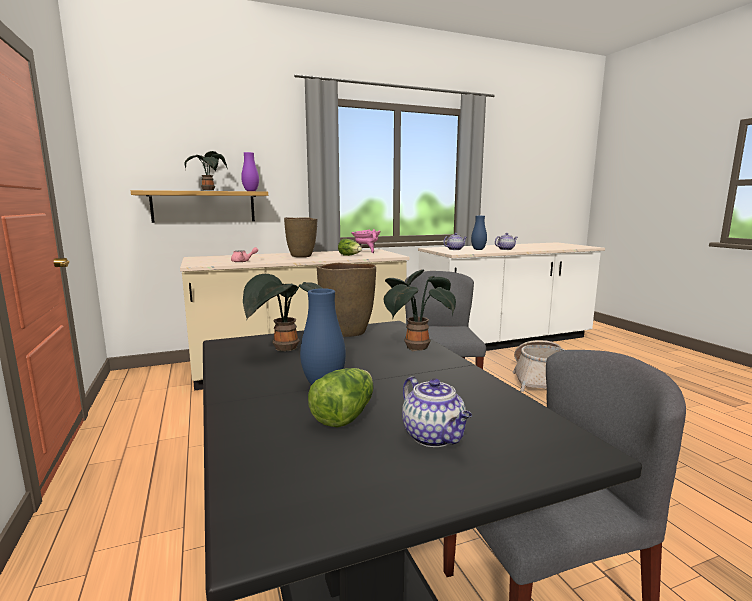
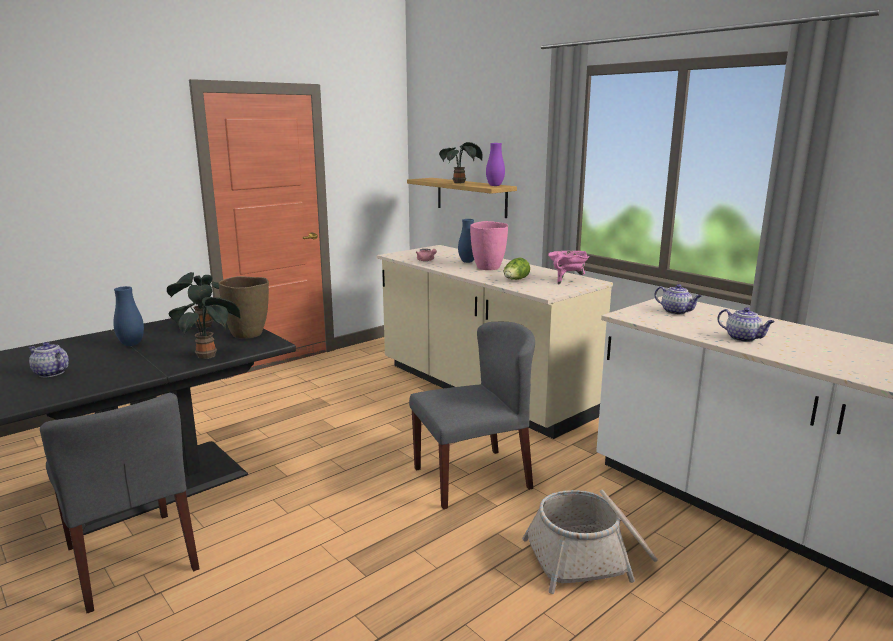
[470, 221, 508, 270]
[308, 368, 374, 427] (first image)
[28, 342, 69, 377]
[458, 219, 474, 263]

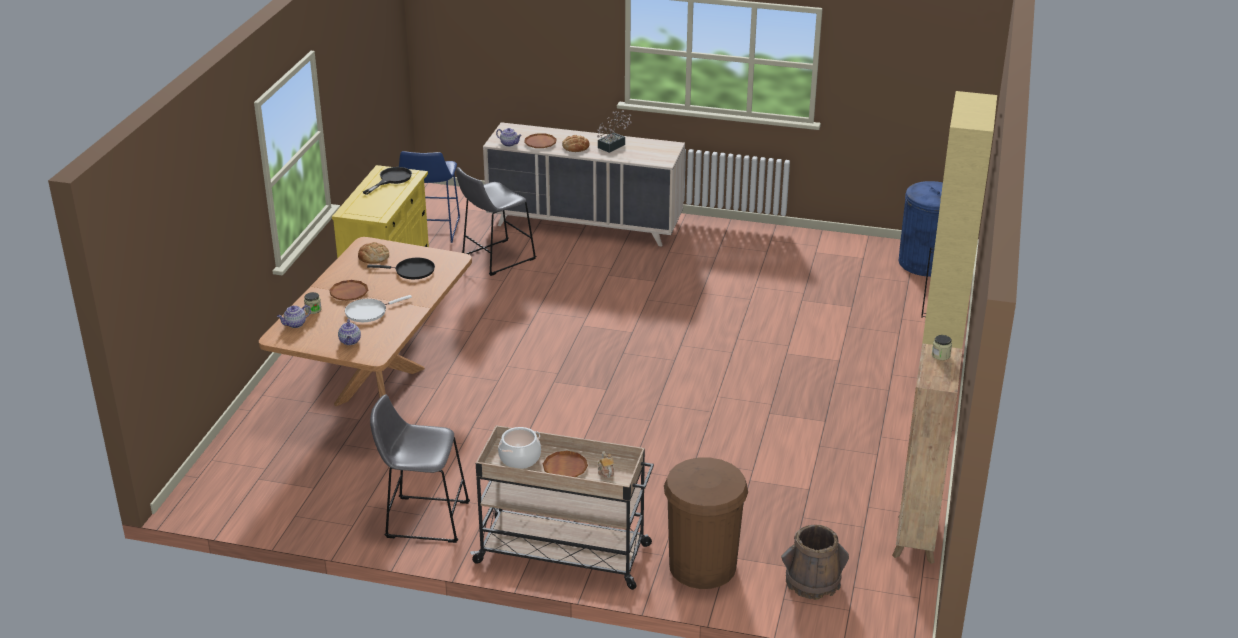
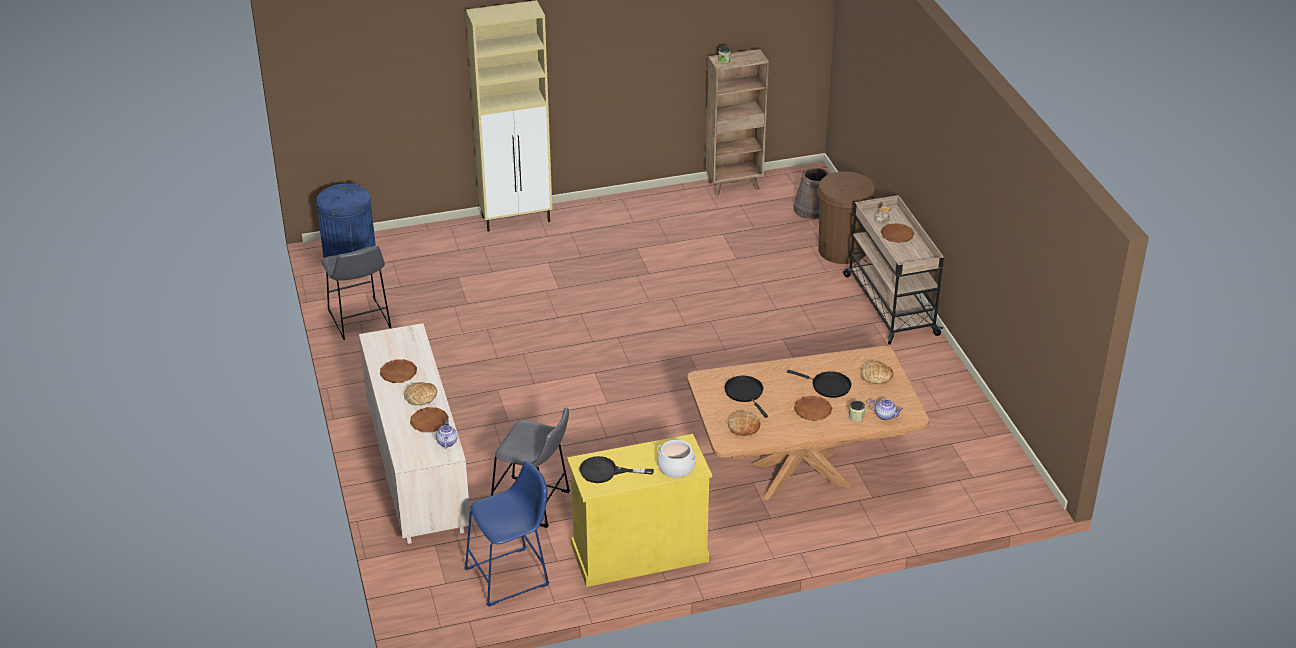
[861, 361, 893, 384]
[787, 369, 852, 398]
[322, 246, 391, 340]
[657, 440, 696, 478]
[380, 359, 417, 383]

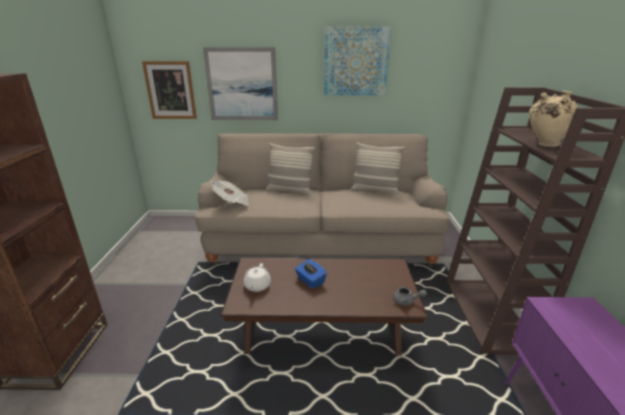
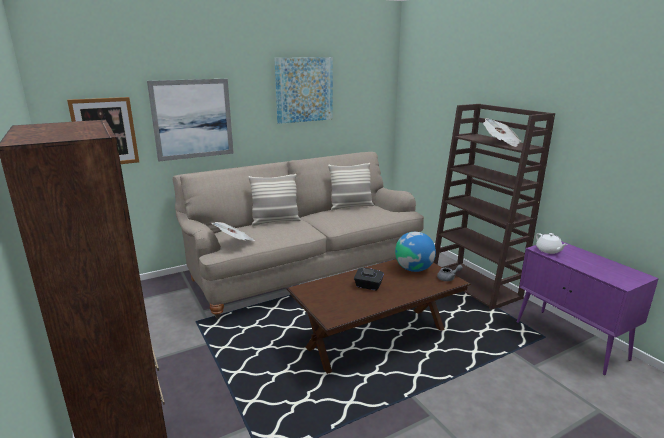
[536, 233, 568, 254]
[354, 268, 384, 291]
[483, 118, 521, 147]
[395, 232, 436, 272]

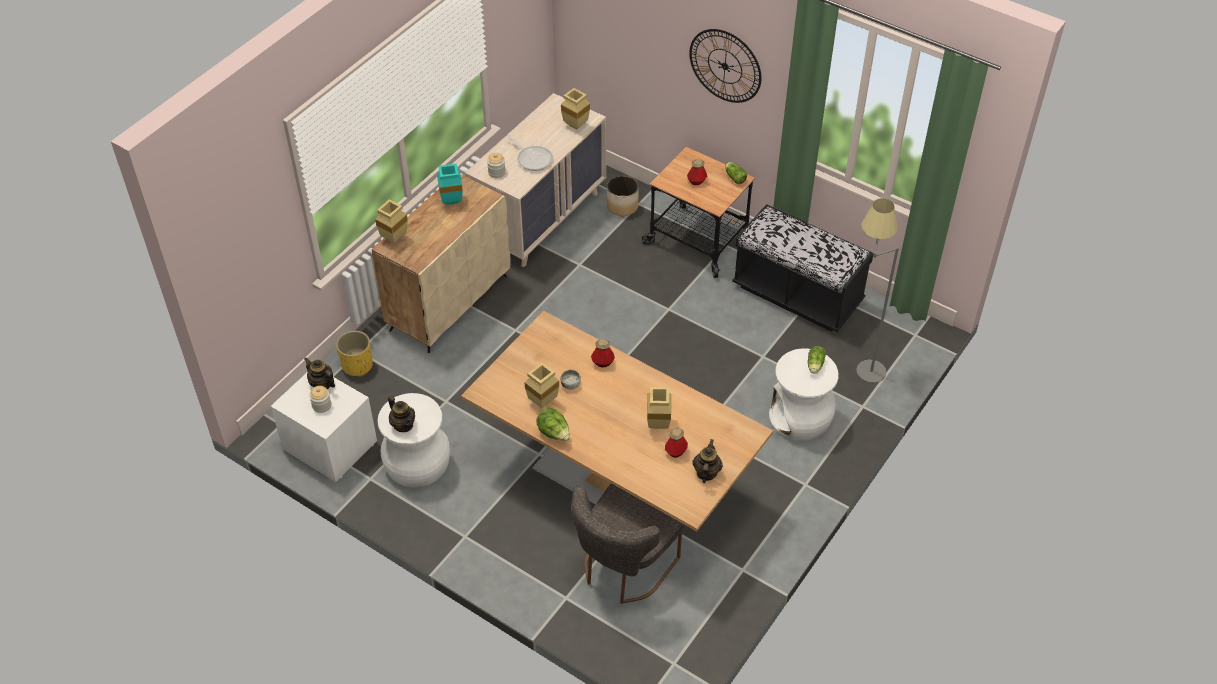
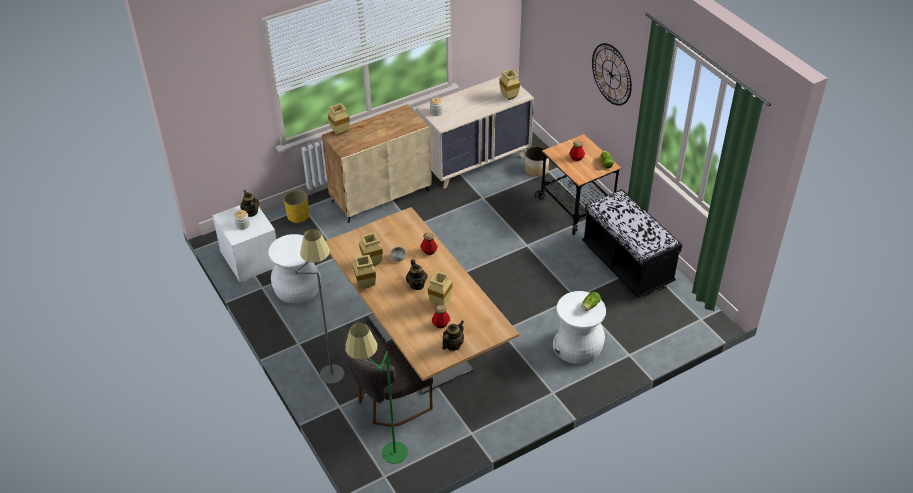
[406, 259, 427, 290]
[437, 164, 463, 205] (first image)
[506, 134, 553, 171] (first image)
[353, 255, 376, 289]
[295, 229, 344, 384]
[345, 323, 408, 464]

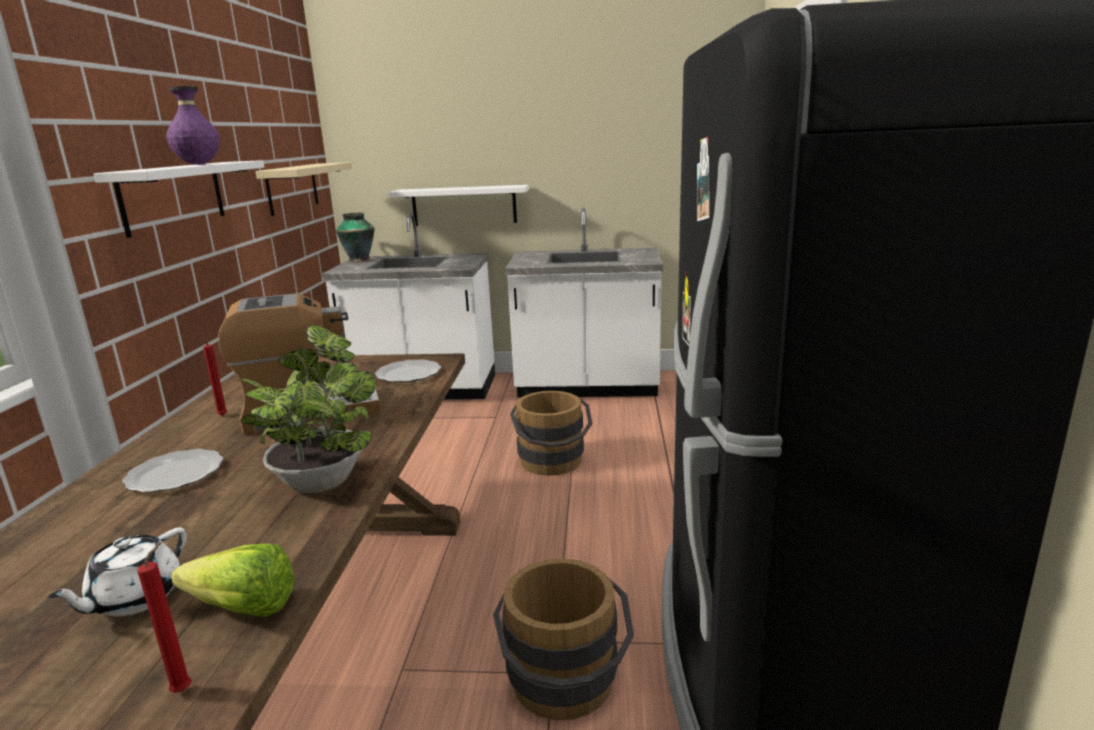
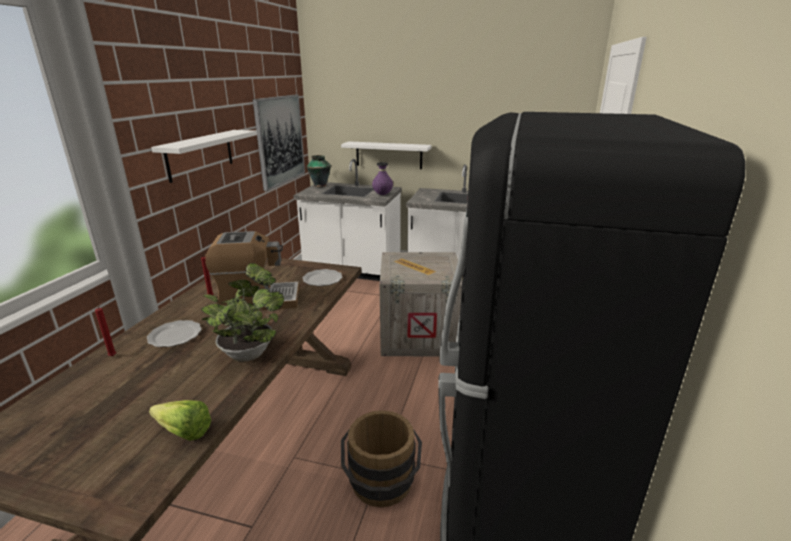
[47, 527, 187, 617] (first image)
[95, 302, 116, 356]
[372, 162, 393, 195]
[253, 95, 305, 191]
[380, 252, 462, 356]

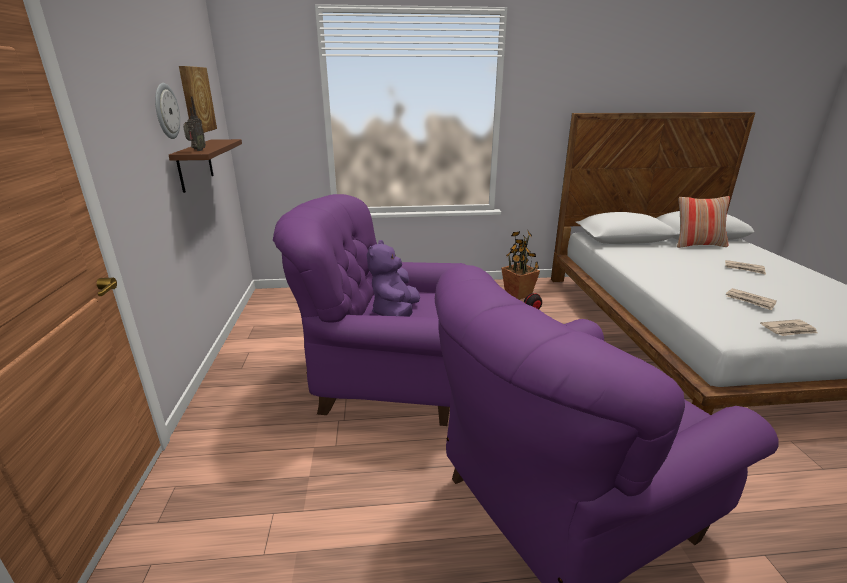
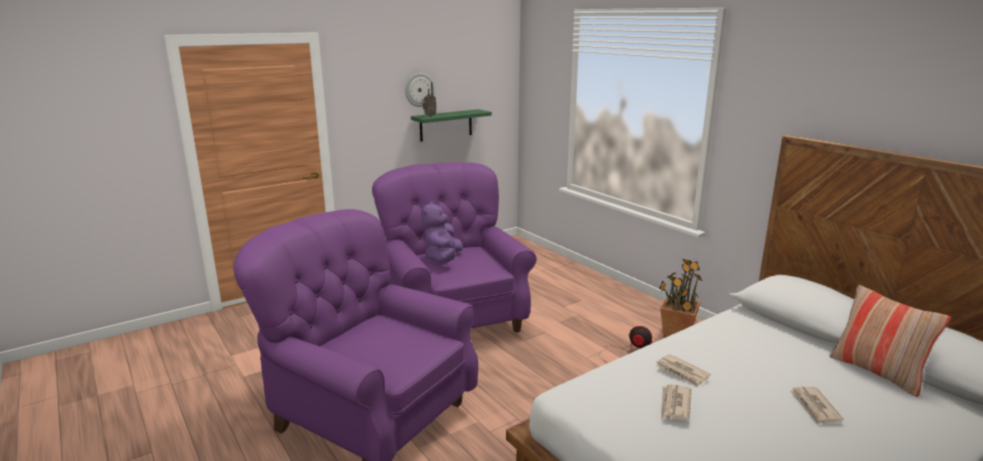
[411, 109, 492, 141]
[179, 66, 217, 133] (first image)
[421, 201, 463, 263]
[656, 354, 710, 387]

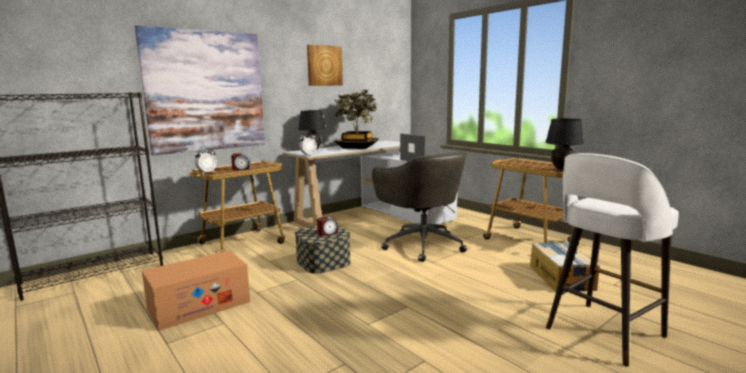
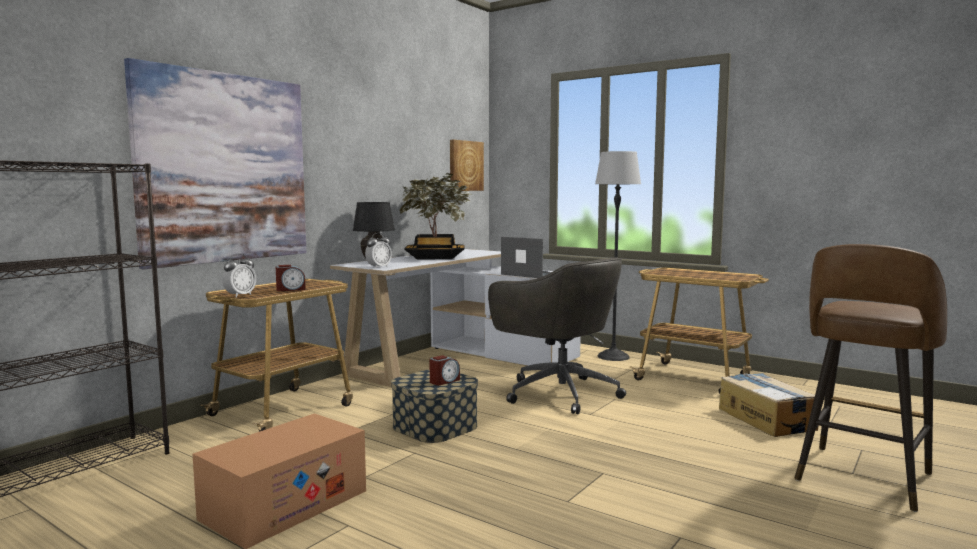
[450, 140, 484, 191]
[545, 118, 584, 170] (first image)
[795, 244, 947, 512]
[595, 151, 641, 361]

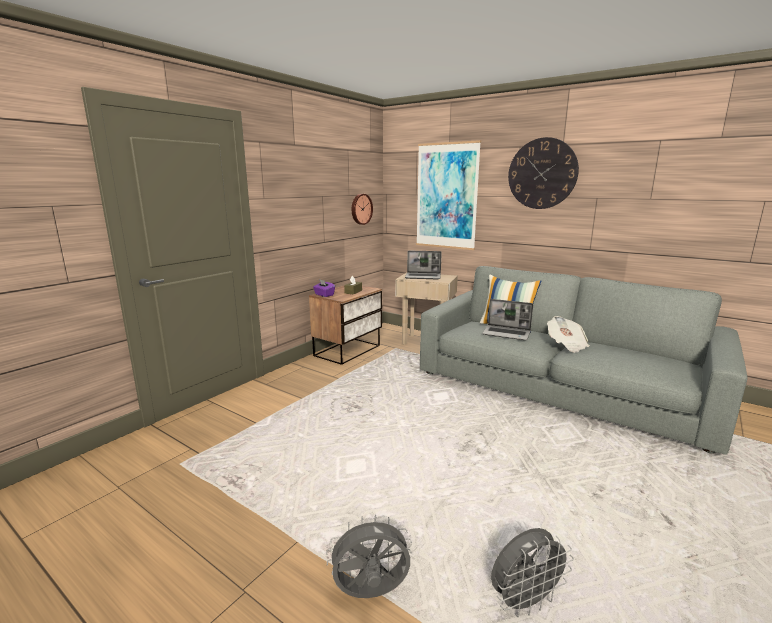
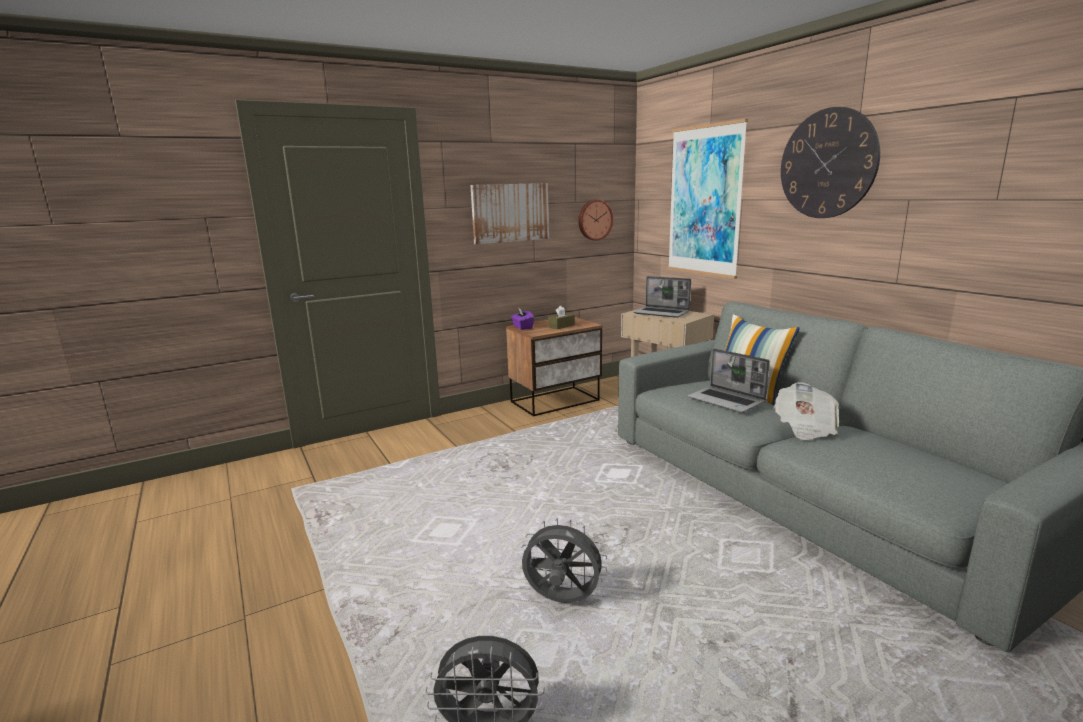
[522, 518, 607, 603]
[470, 183, 549, 244]

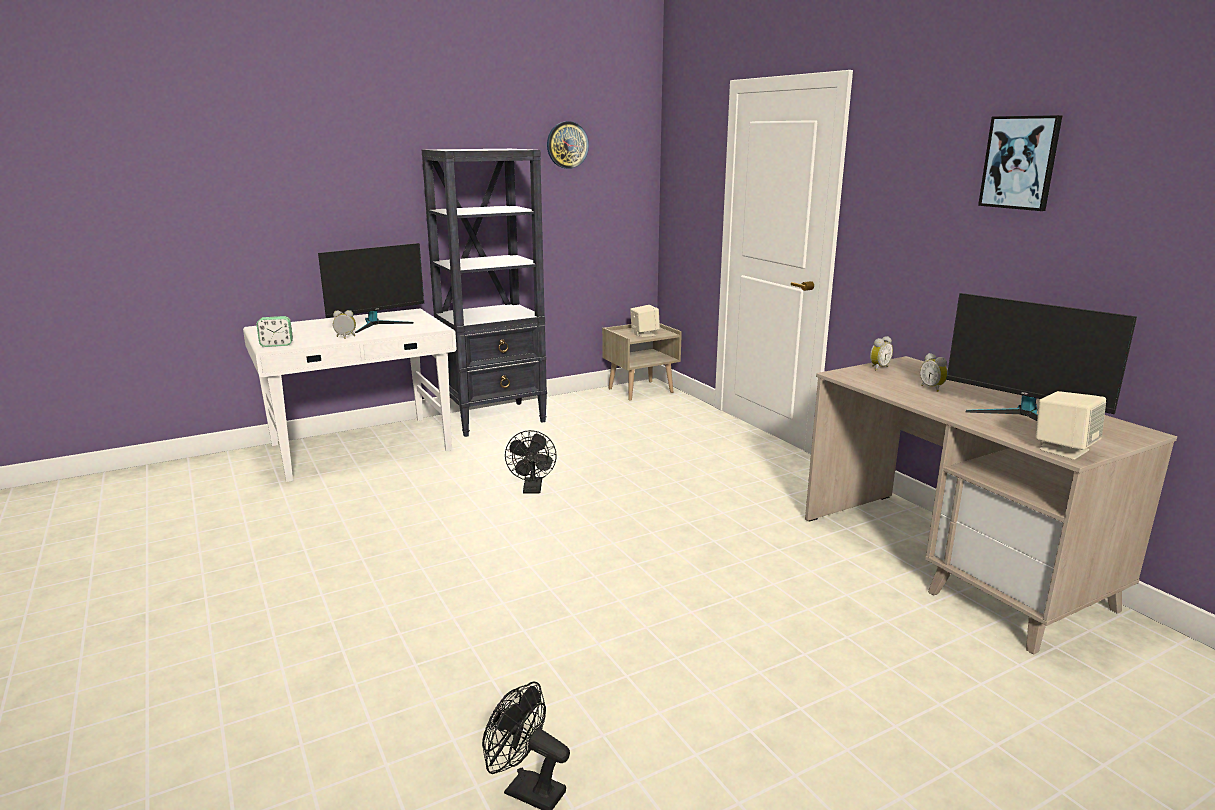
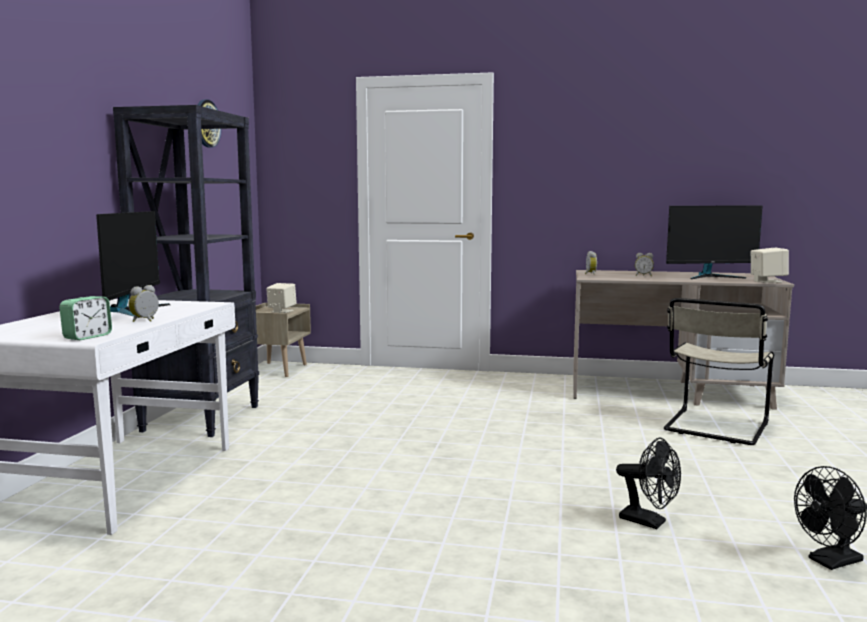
[616, 438, 681, 529]
[978, 115, 1063, 211] (first image)
[664, 298, 775, 445]

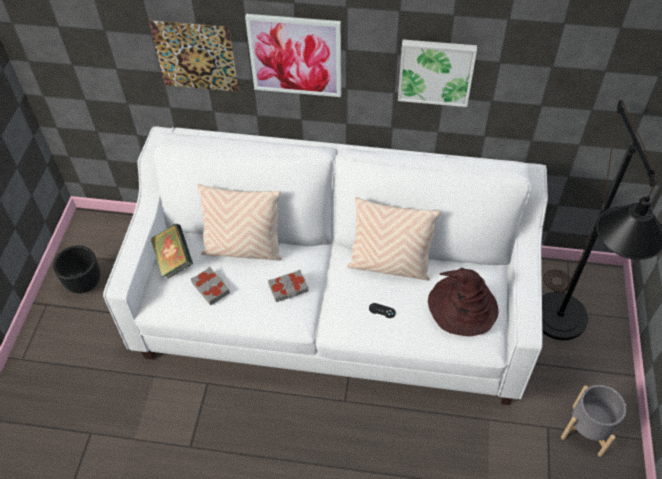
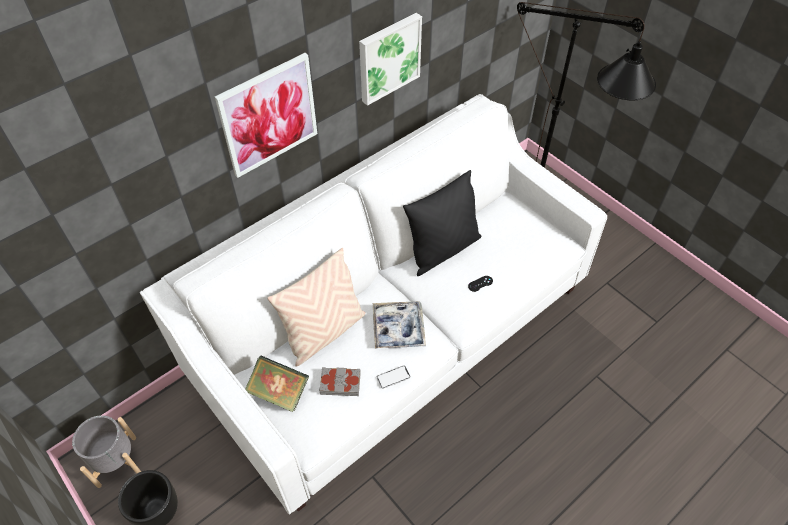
[149, 20, 239, 92] (first image)
[373, 301, 426, 349]
[403, 170, 481, 276]
[428, 268, 498, 336] (first image)
[72, 415, 141, 488]
[377, 366, 411, 389]

